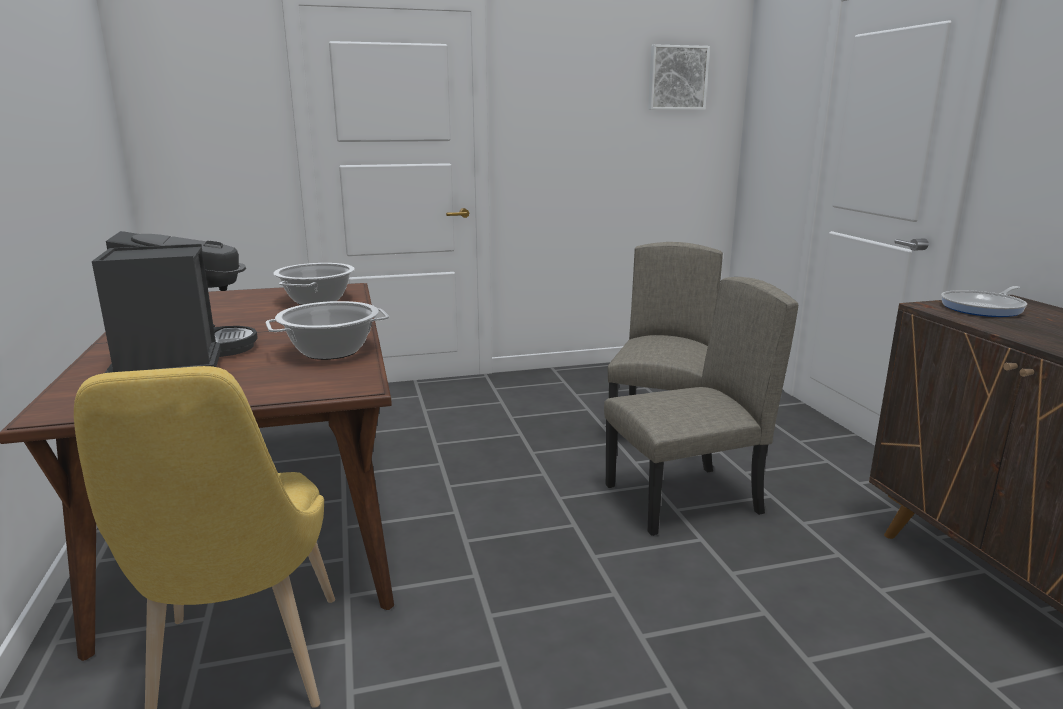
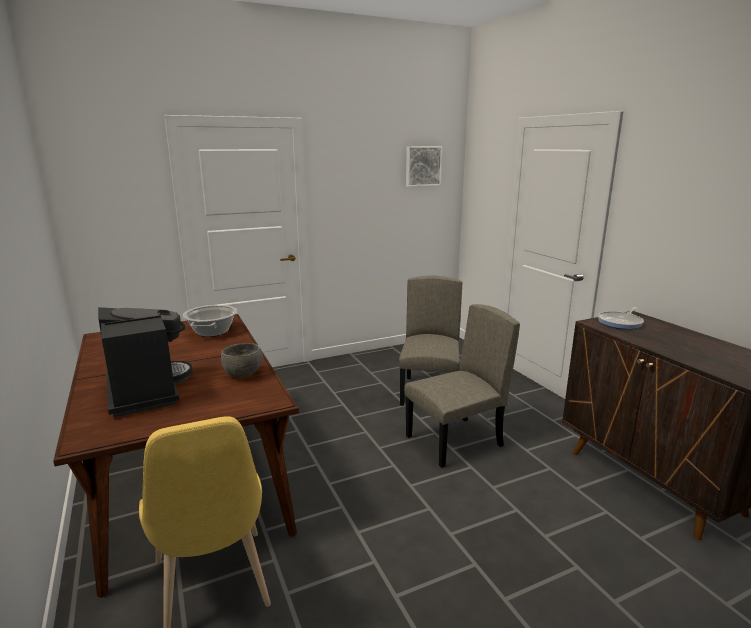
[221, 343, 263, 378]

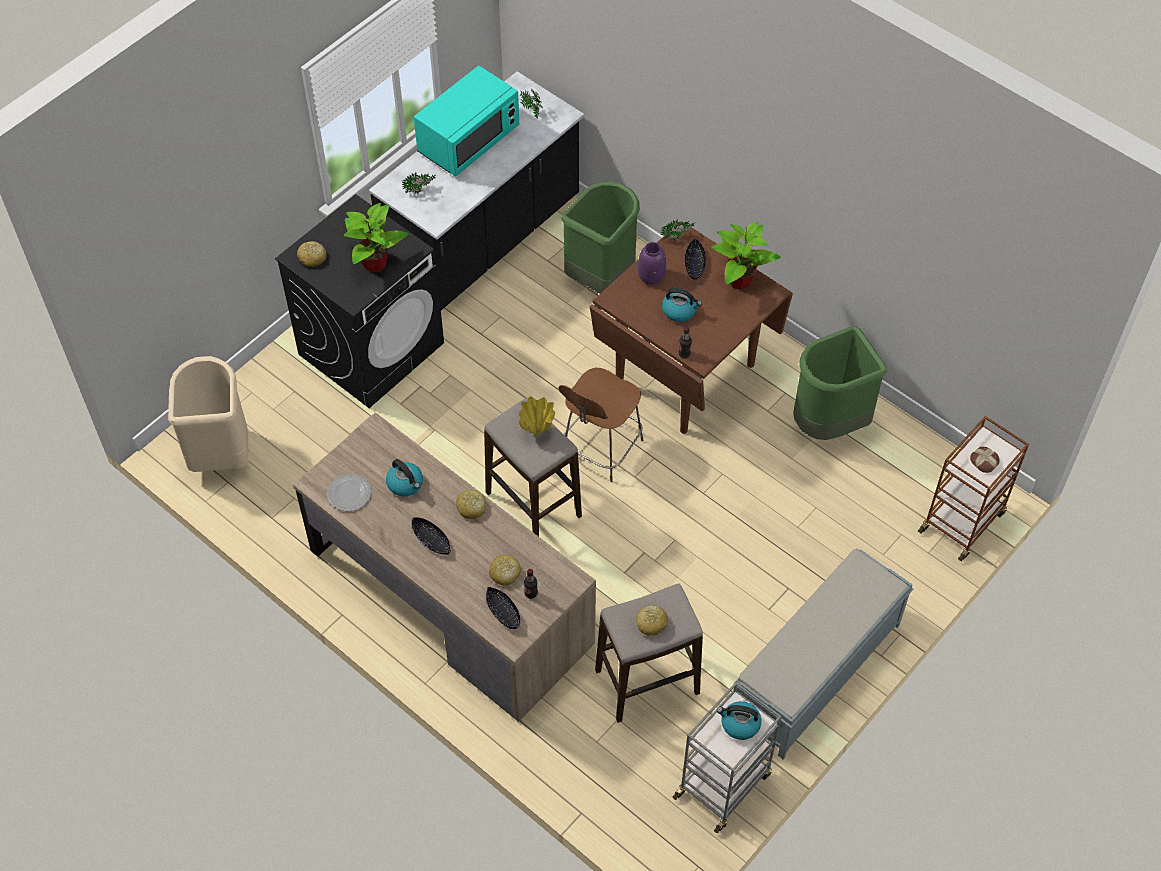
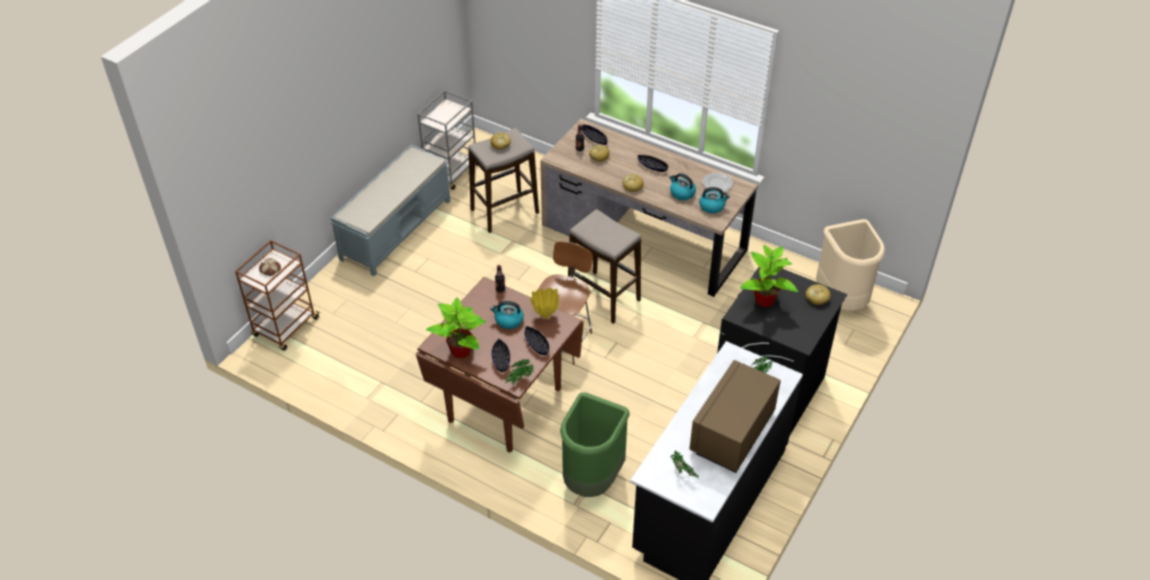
[689, 360, 781, 473]
[531, 287, 559, 319]
[524, 326, 549, 355]
[699, 187, 730, 213]
[793, 326, 887, 440] (first image)

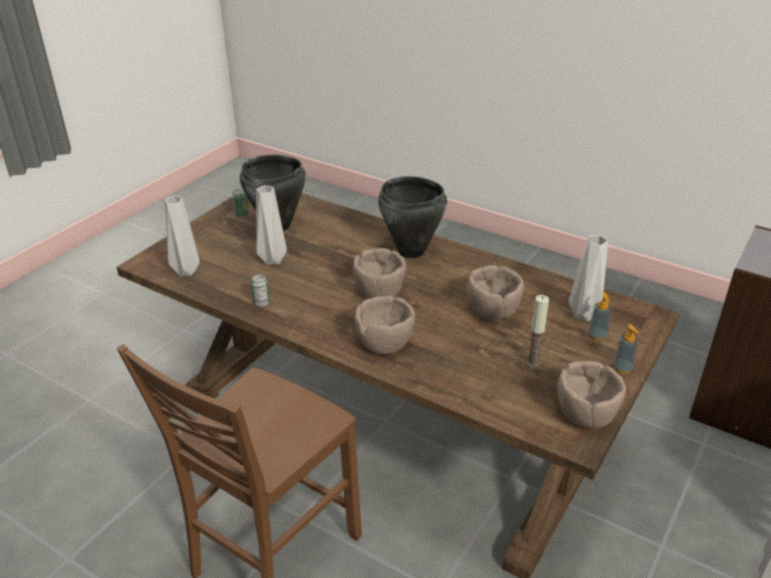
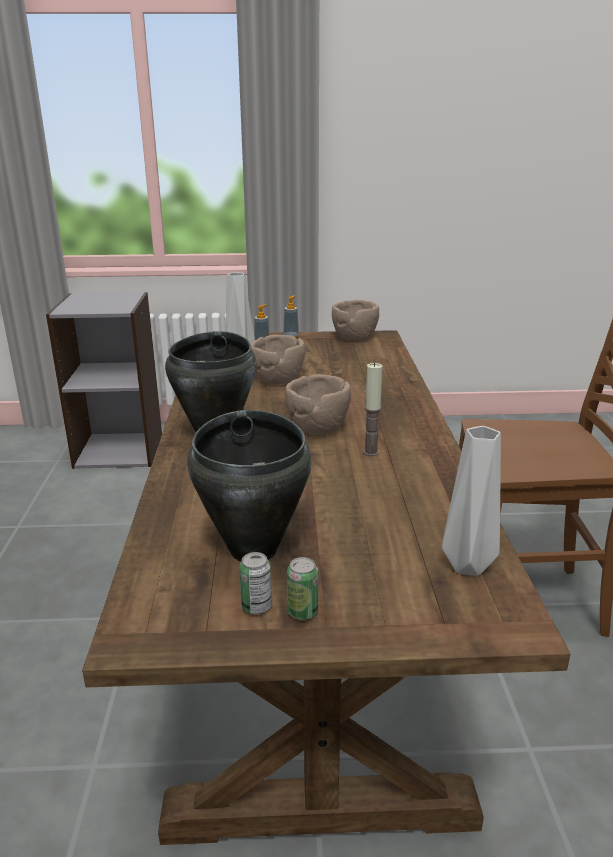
[287, 557, 318, 620]
[256, 185, 287, 265] (first image)
[355, 296, 415, 355] (first image)
[363, 363, 382, 456]

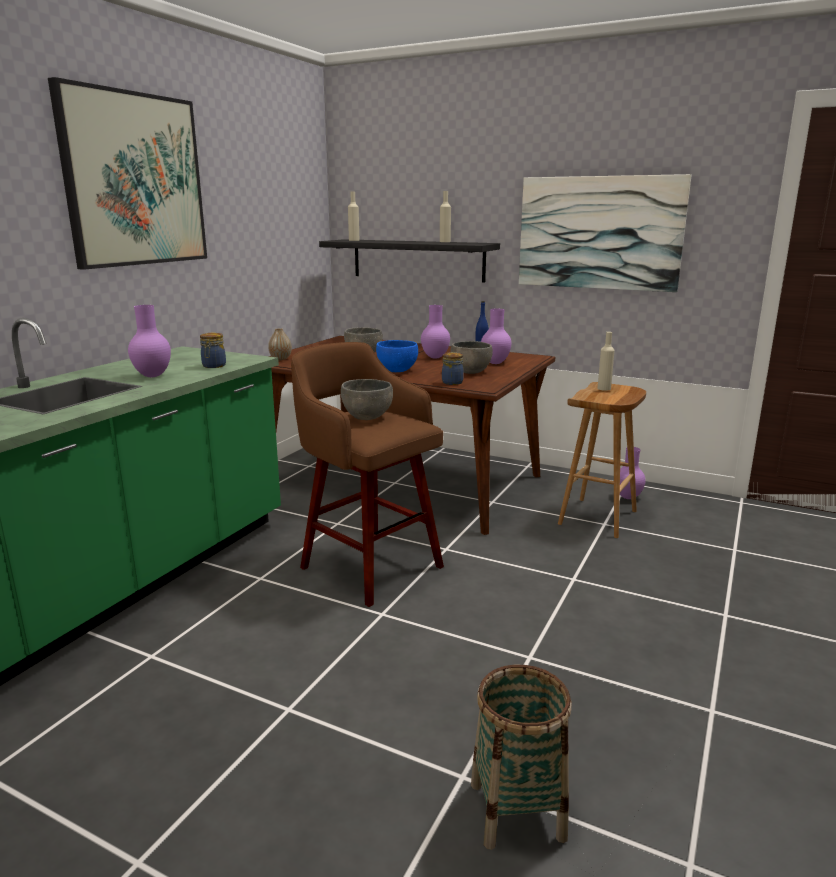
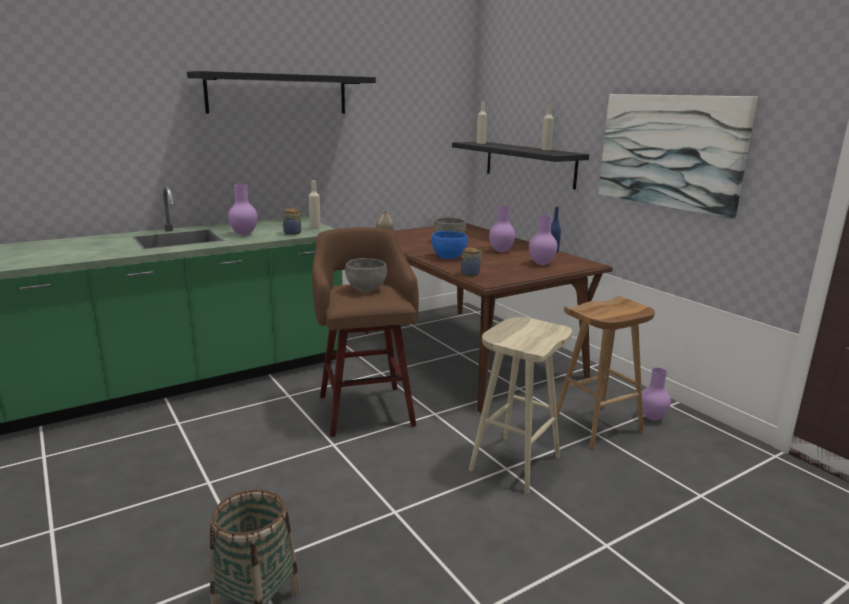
[187, 71, 376, 114]
[451, 341, 493, 374] (first image)
[309, 181, 321, 229]
[469, 317, 572, 494]

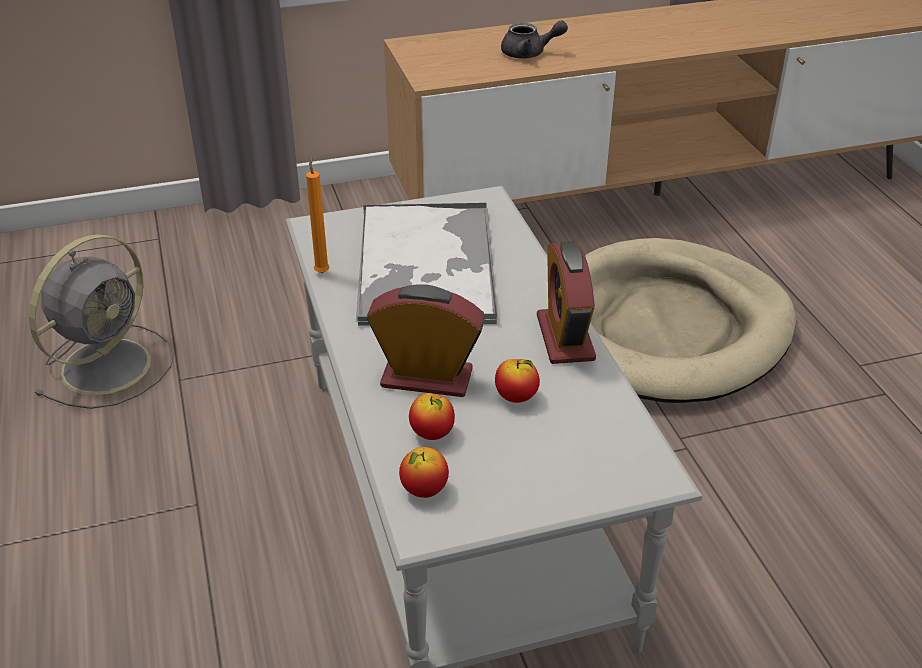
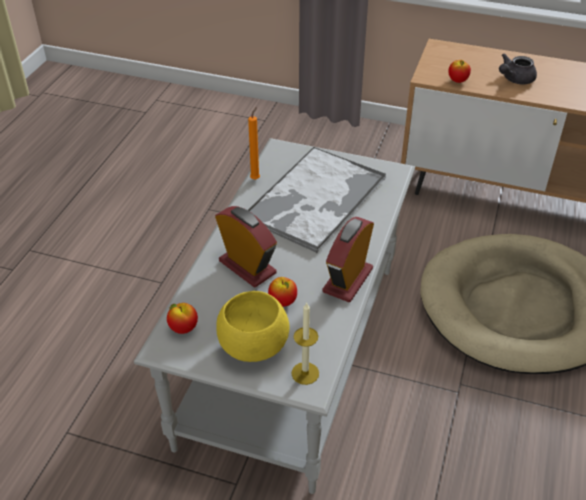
[29, 234, 174, 409] (first image)
[448, 60, 471, 83]
[499, 53, 537, 85]
[216, 291, 290, 362]
[291, 302, 319, 385]

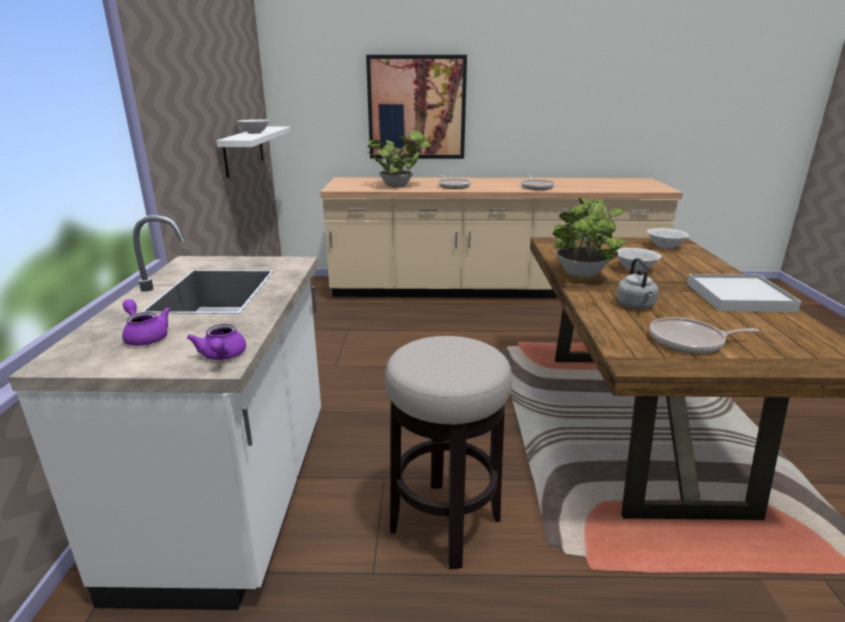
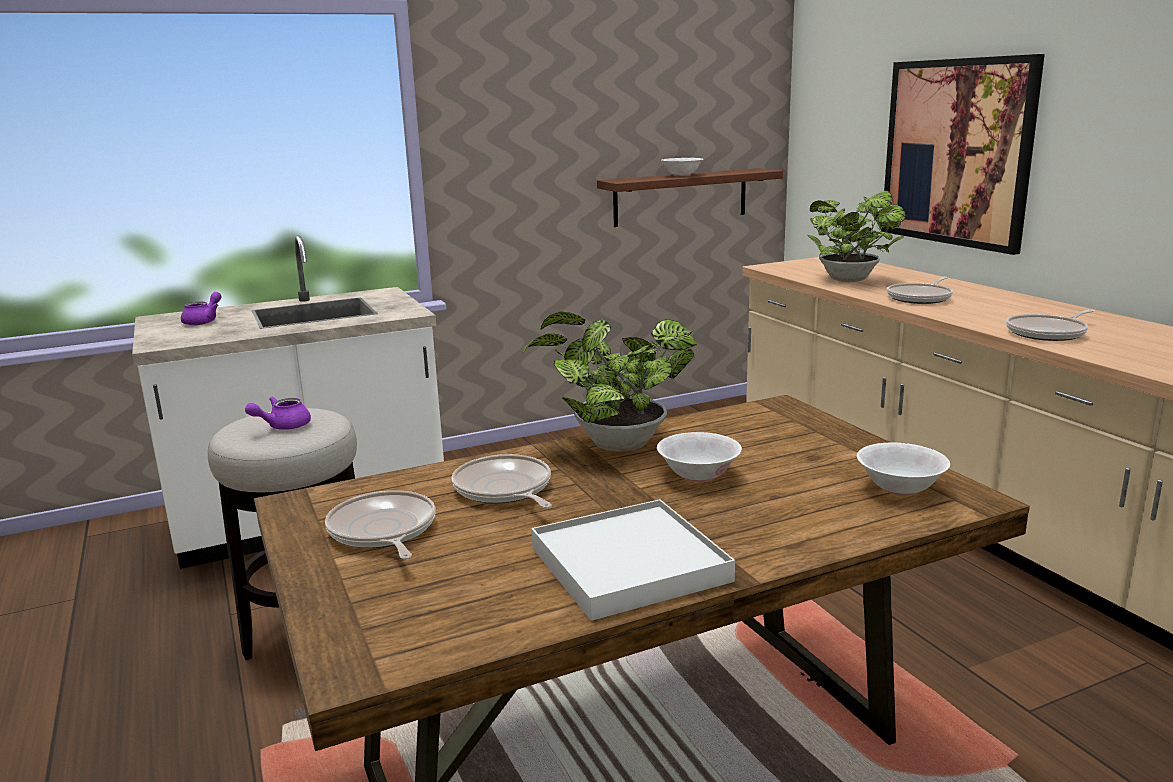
[245, 397, 311, 430]
[597, 168, 783, 227]
[452, 454, 552, 508]

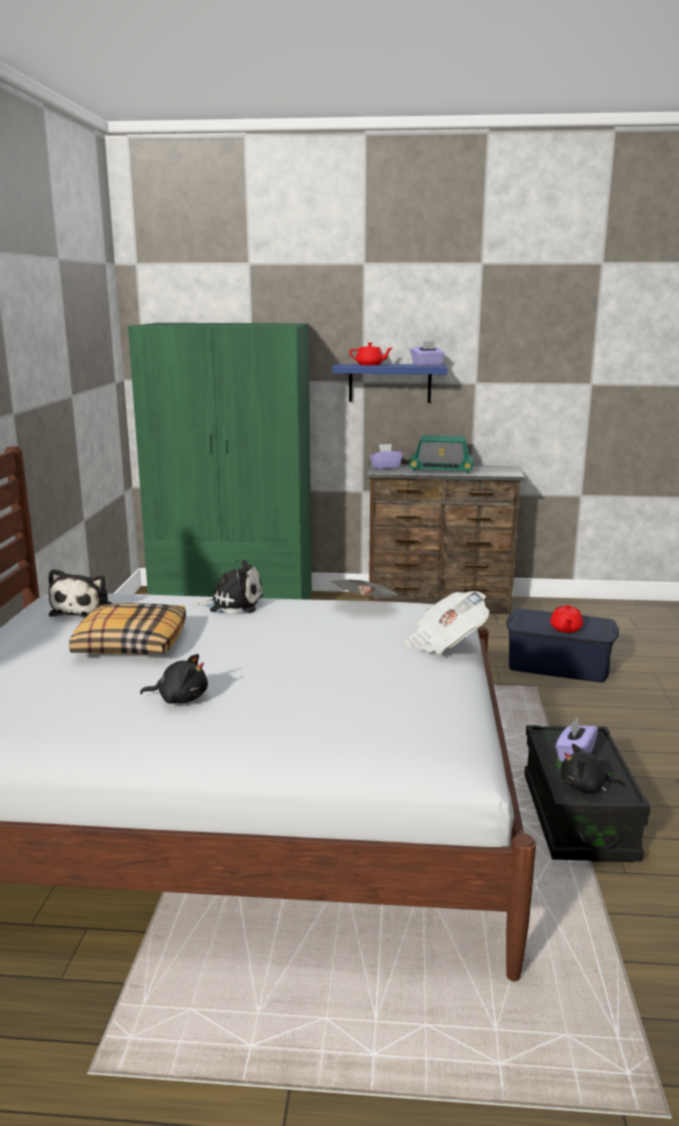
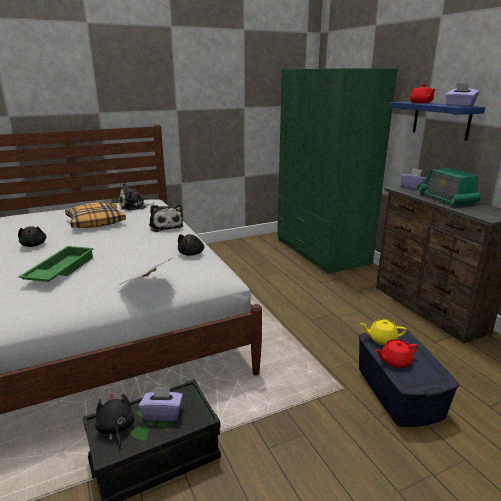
[178, 234, 204, 256]
[19, 246, 94, 282]
[360, 319, 406, 345]

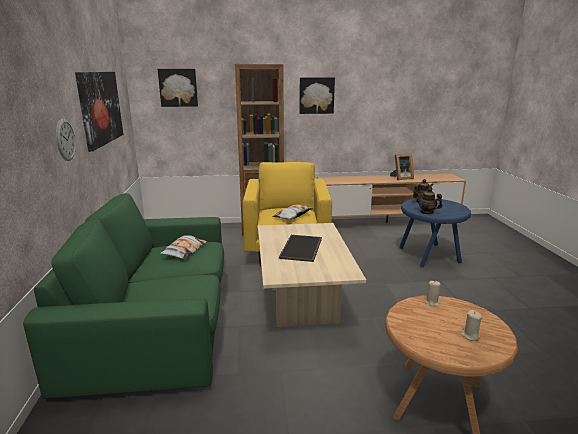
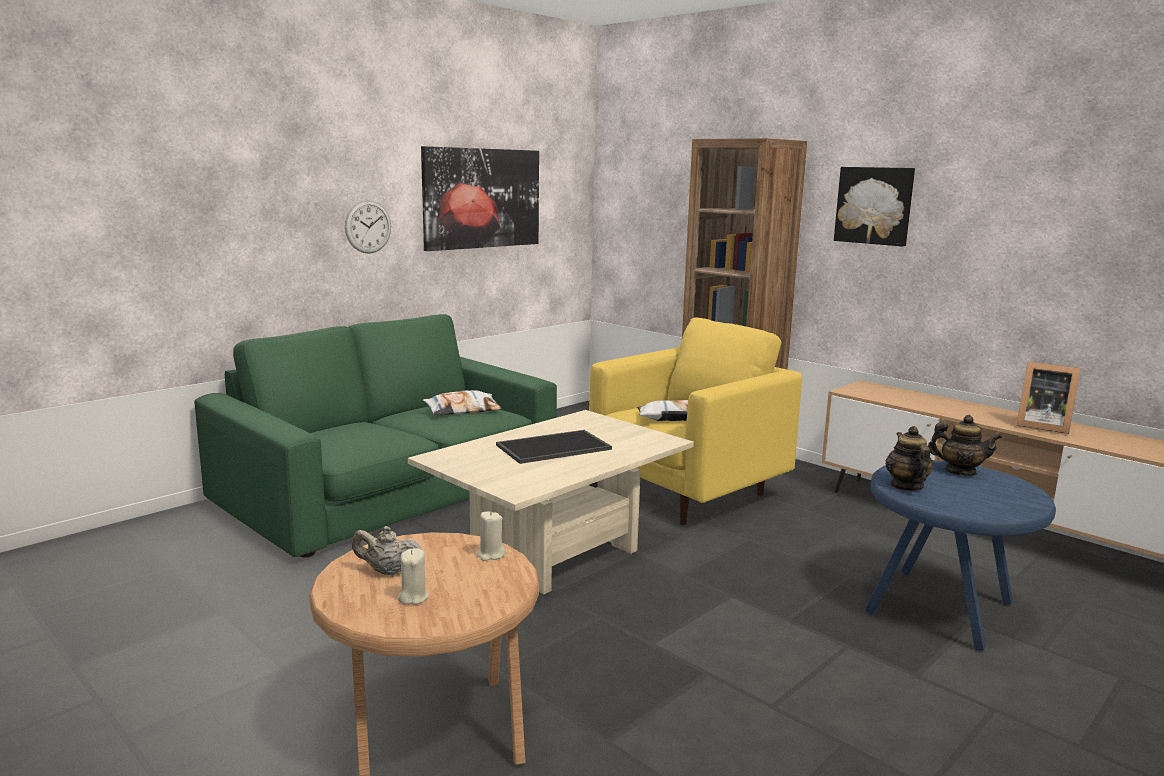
[158, 69, 198, 107] (first image)
[352, 526, 421, 575]

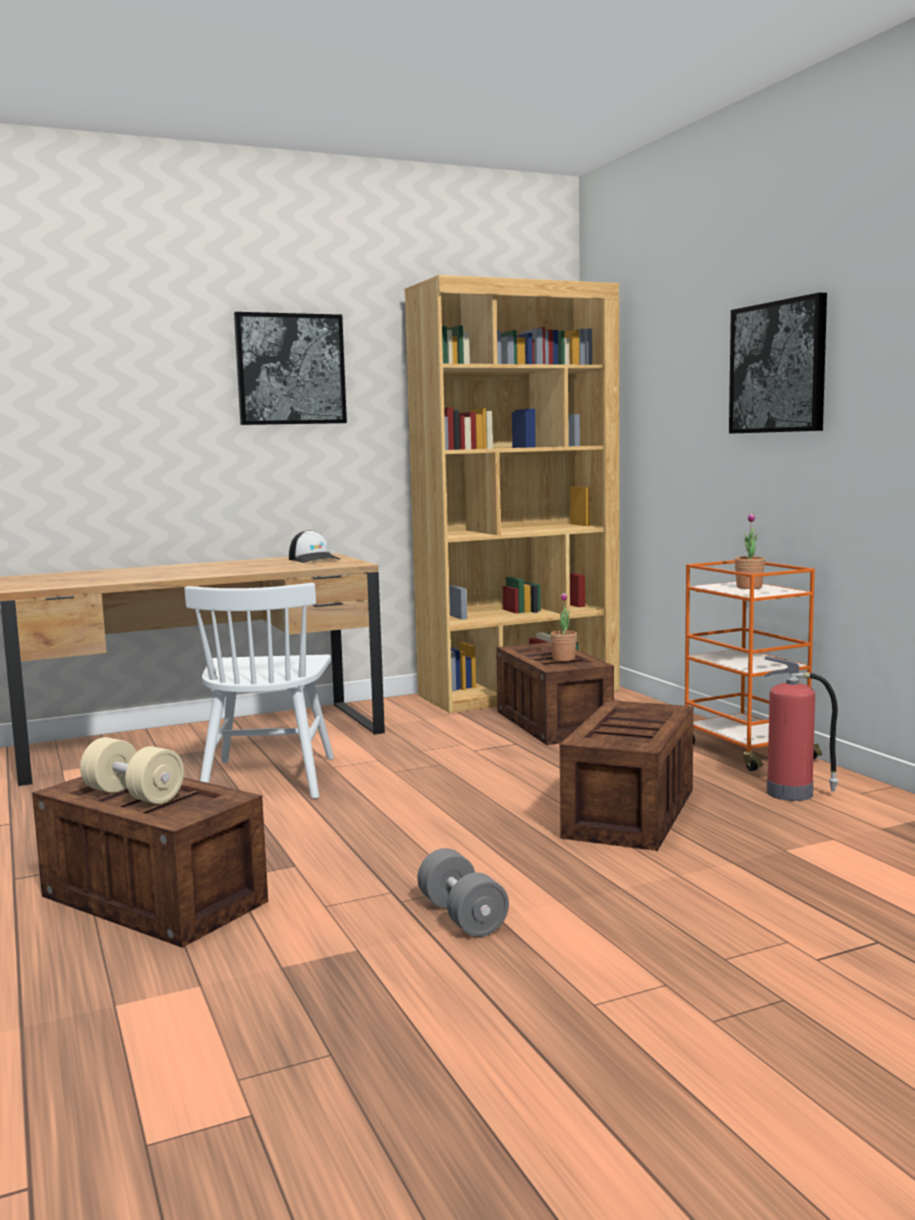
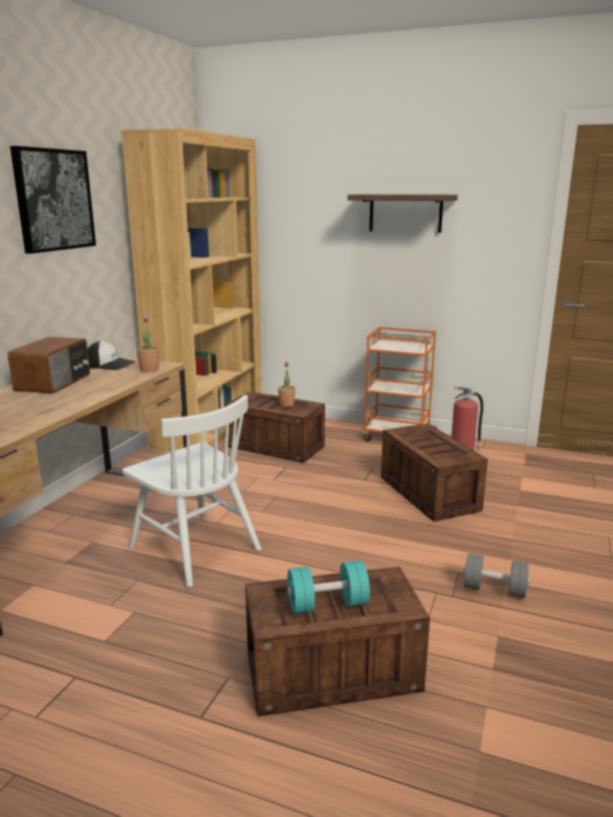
[287, 561, 370, 614]
[347, 194, 458, 233]
[137, 315, 159, 372]
[8, 337, 90, 394]

